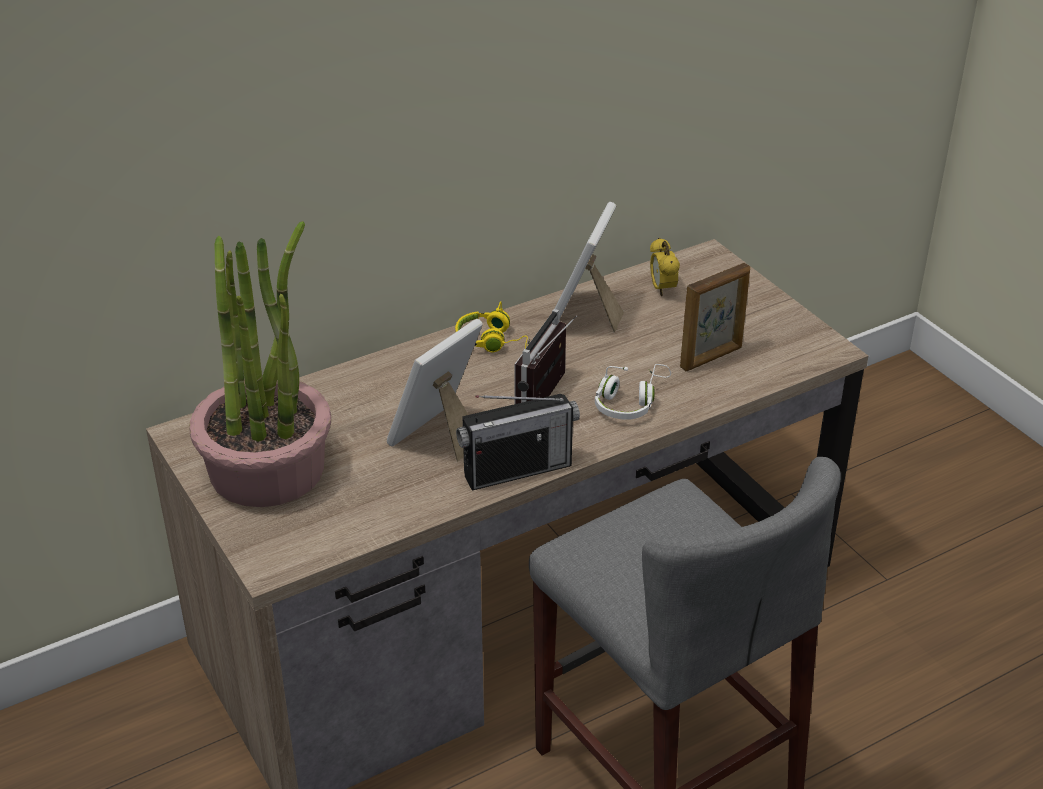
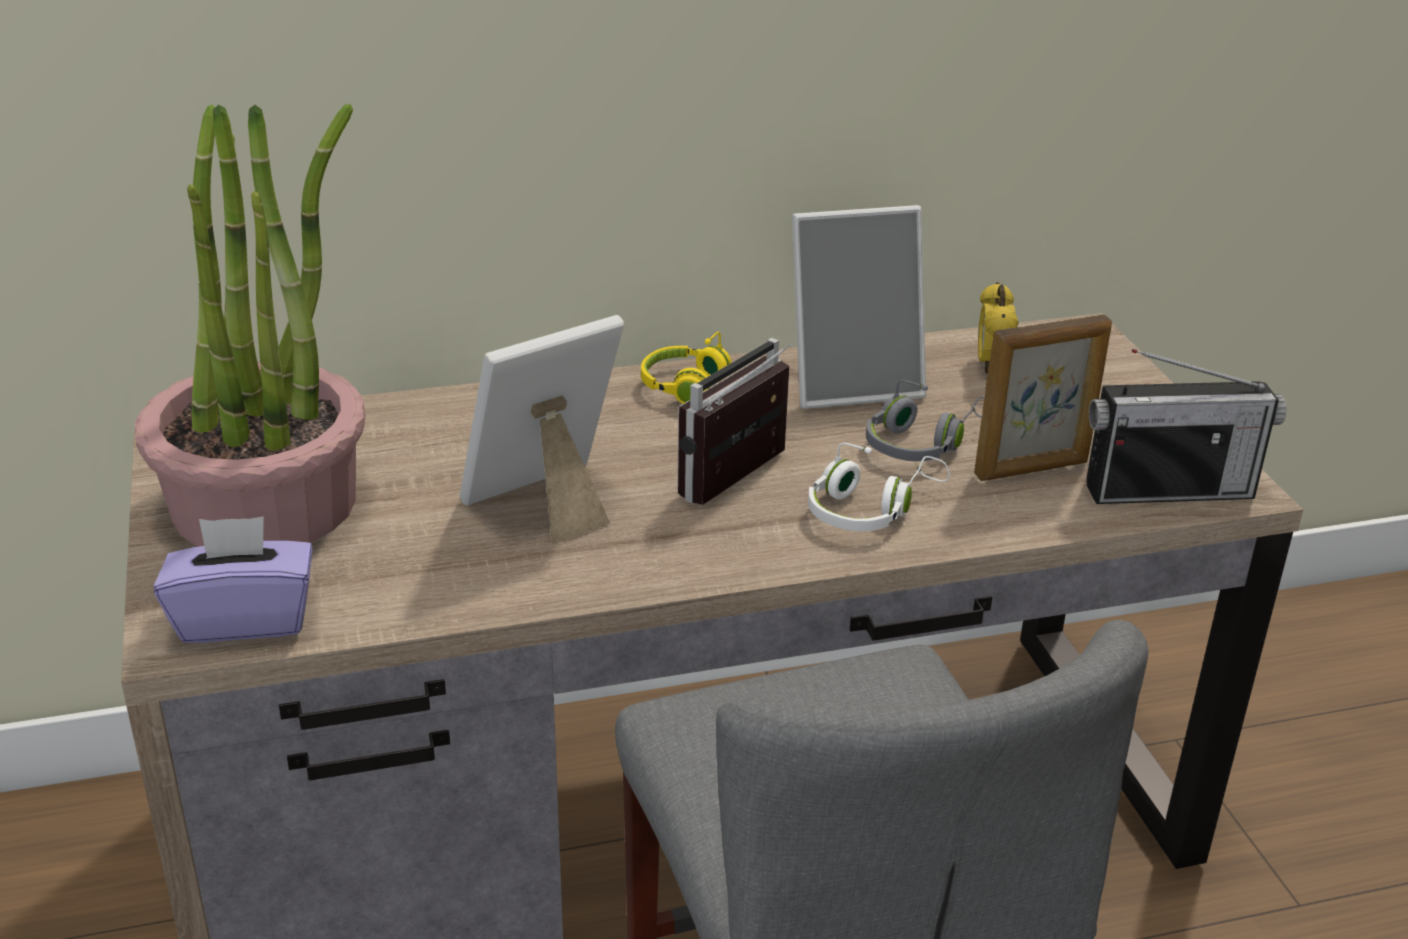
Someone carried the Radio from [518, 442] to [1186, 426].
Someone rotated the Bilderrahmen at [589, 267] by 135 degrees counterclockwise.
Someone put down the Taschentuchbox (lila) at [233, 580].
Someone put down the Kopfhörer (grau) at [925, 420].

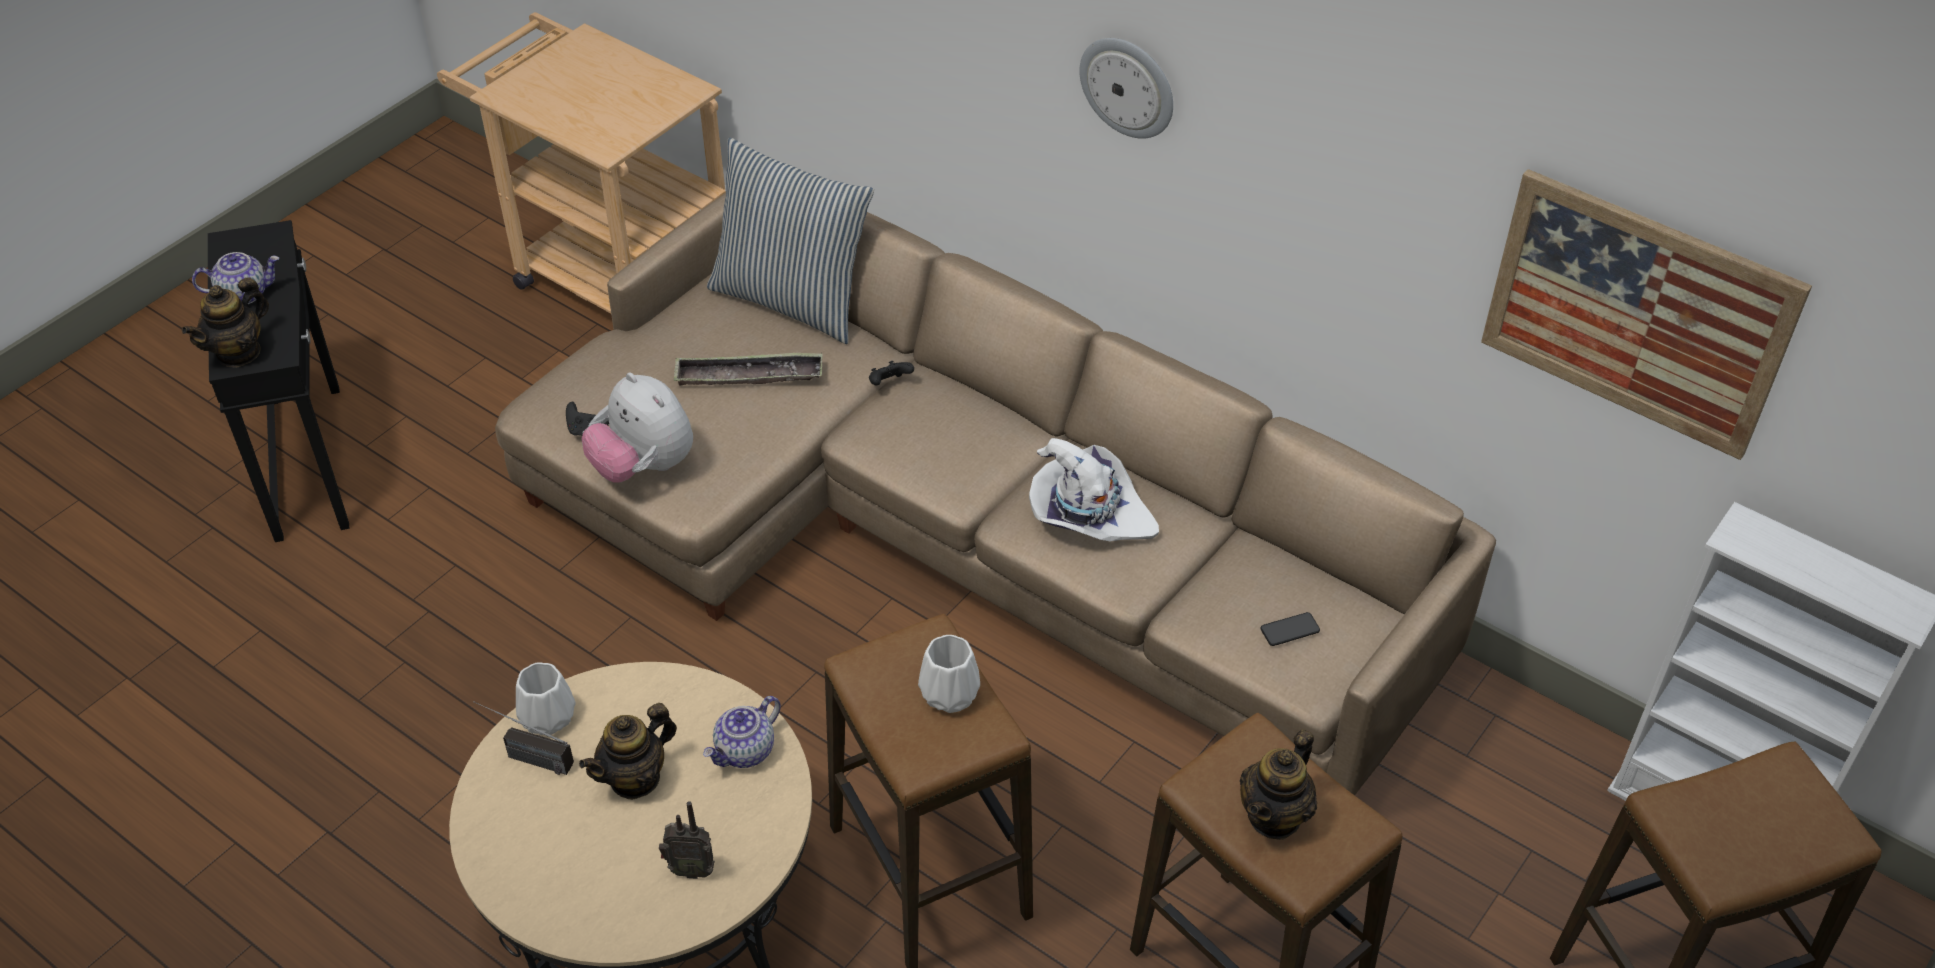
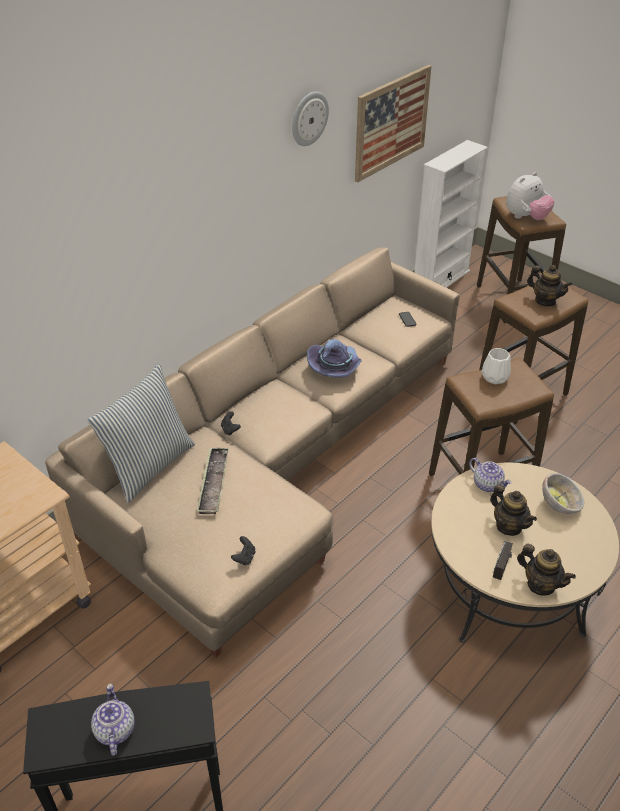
Someone carried the Teekanne from [225, 322] to [546, 570].
Someone took away the Vase (weiß) at [546, 698].
Someone carried the Plüschtier from [637, 428] to [530, 196].
Someone swapped the Radio at [687, 840] for the Schüssel at [563, 493].
Someone repainted the Hut (weiß) at [1094, 490], which became the Hut (lila) at [334, 358].
Someone carried the Wanduhr from [1126, 88] to [310, 119].

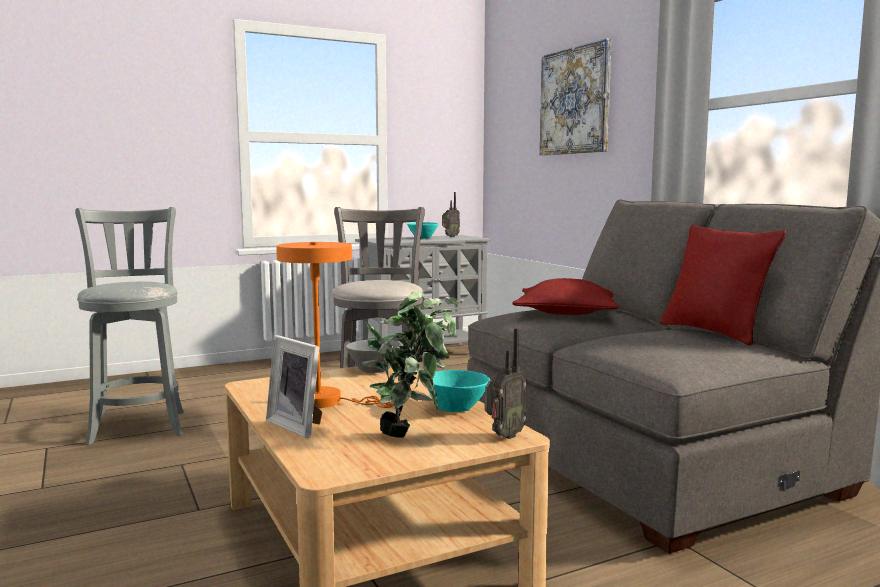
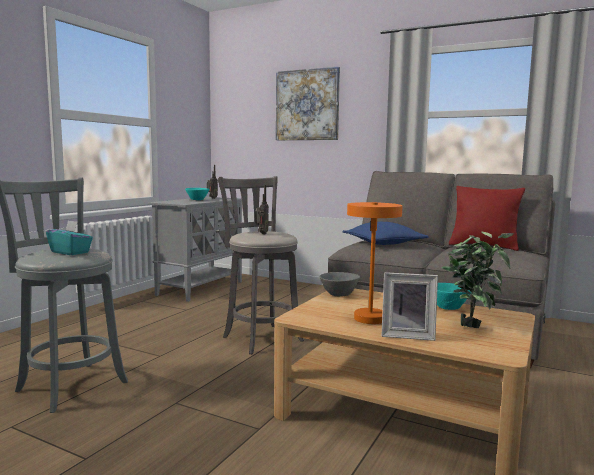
Someone carried the Radio from [506, 383] to [262, 209].
Someone repainted the Kissen (rot) at [565, 296], which became the Kissen (blau) at [385, 233].
Someone put down the Taschentuchbox (türkis) at [69, 237].

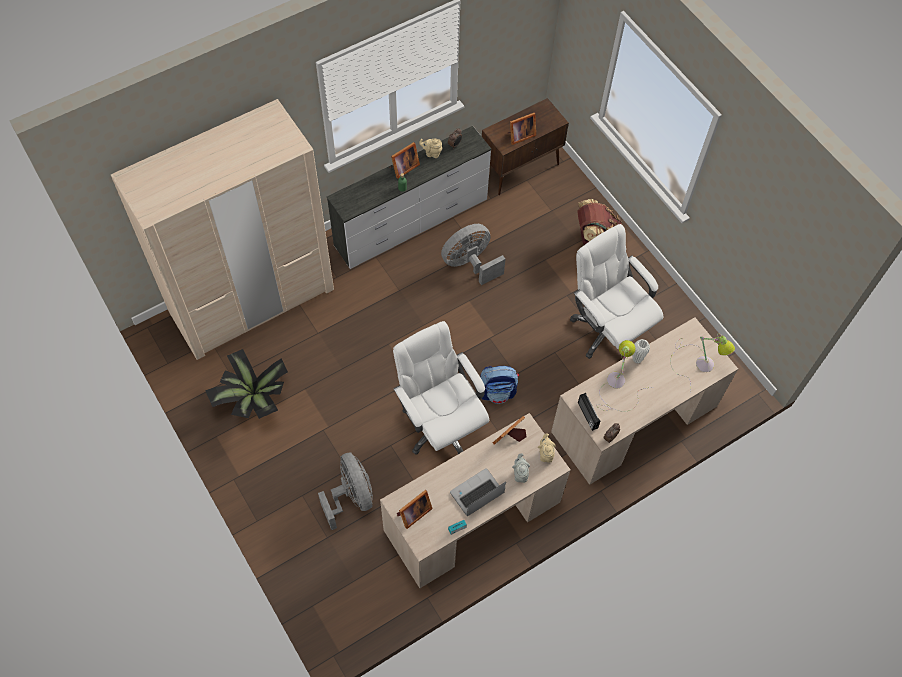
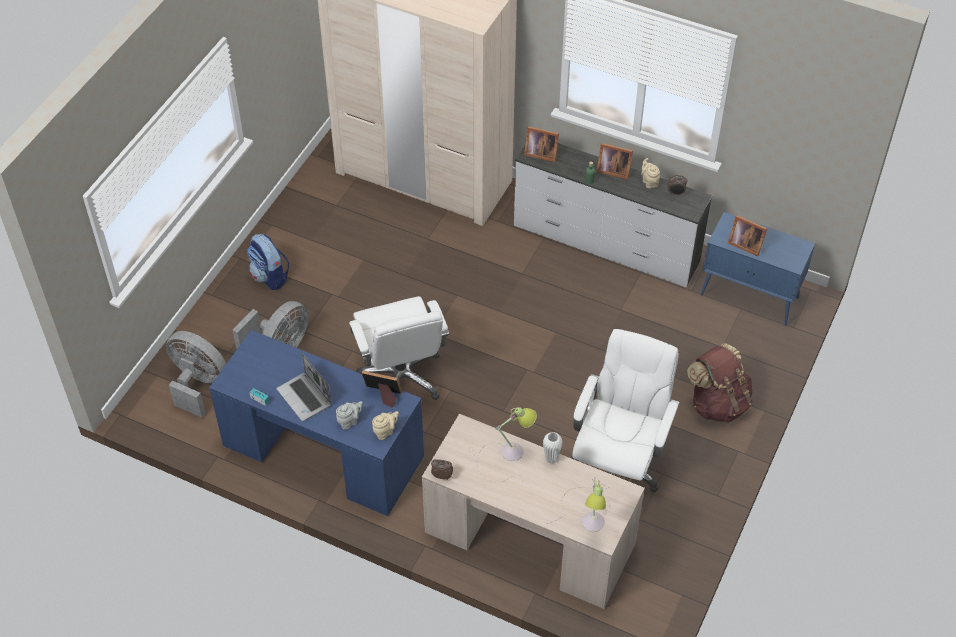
Someone took away the Topfpflanze at [246, 384].
Someone repainted the Schreibtisch (beige) at [475, 500], which became the Schreibtisch (blau) at [316, 423].
Someone rotated the Bürostuhl (weiß) at [441, 388] by 135 degrees clockwise.
Someone carried the Bilderrahmen from [415, 509] to [541, 144].
Someone carried the Ventilator (grau) from [473, 254] to [196, 374].
Someone rotated the Laptop at [478, 492] by 150 degrees counterclockwise.
Someone carried the Rucksack from [499, 385] to [268, 262].
Someone repainted the Schrank (braun) at [525, 146], which became the Schrank (blau) at [758, 269].
Someone took away the Radio at [589, 412].

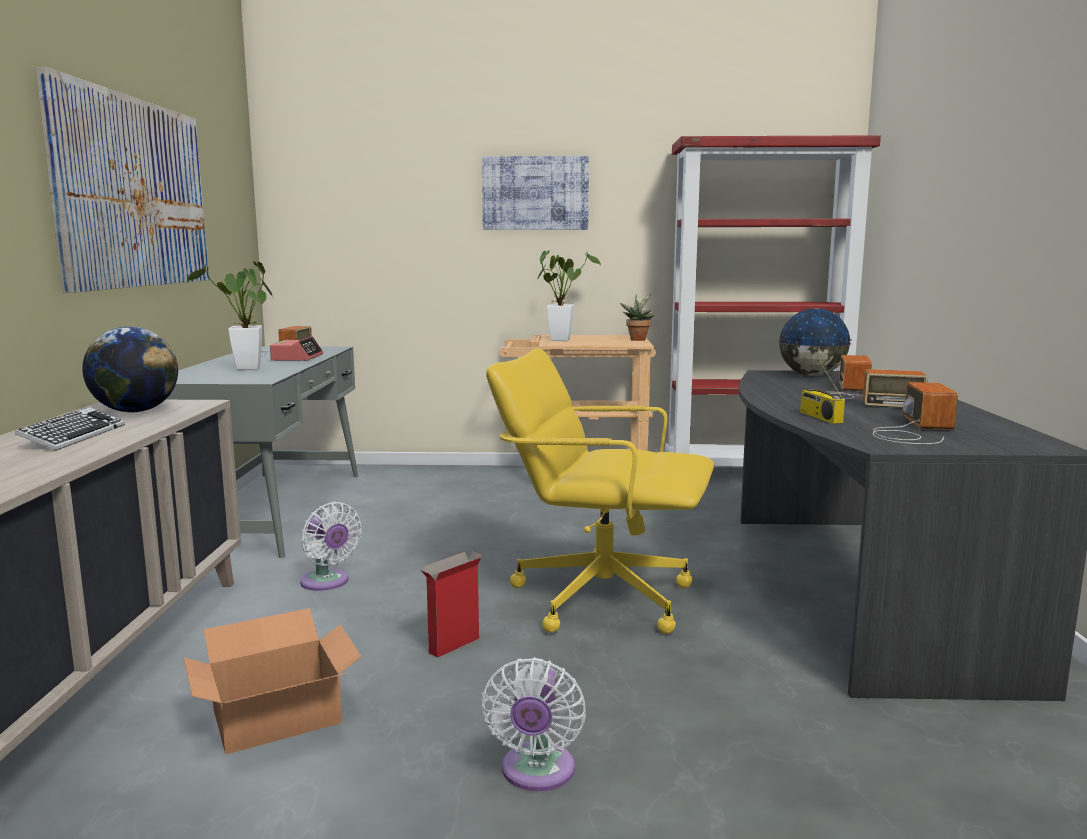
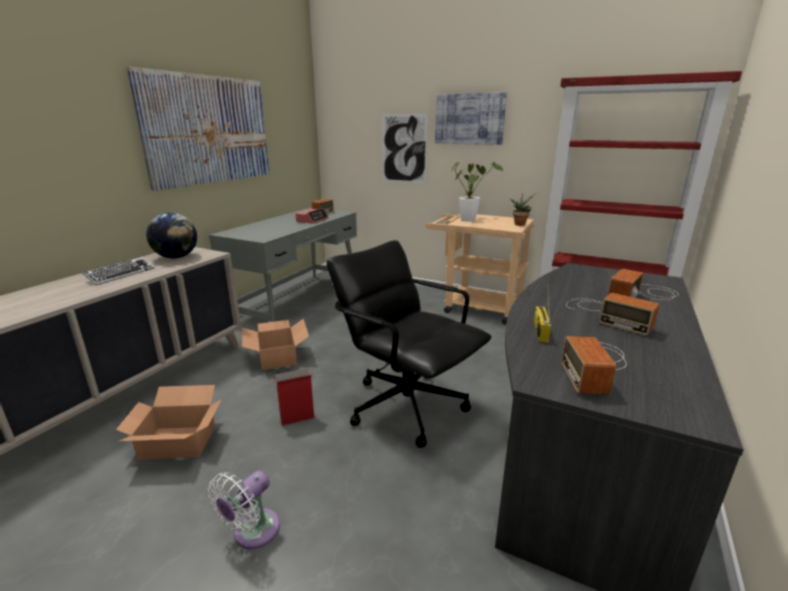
Someone took away the Topfpflanze at [229, 315].
Someone swapped the Ventilator (weiß) at [331, 546] for the Karton at [275, 344].
Someone repainted the Bürostuhl (gelb) at [600, 491], which became the Bürostuhl (schwarz) at [409, 344].
Someone took away the Globus at [814, 342].
Someone rotated the Radio at [915, 413] by 150 degrees clockwise.
Someone put up the Bild at [405, 148].

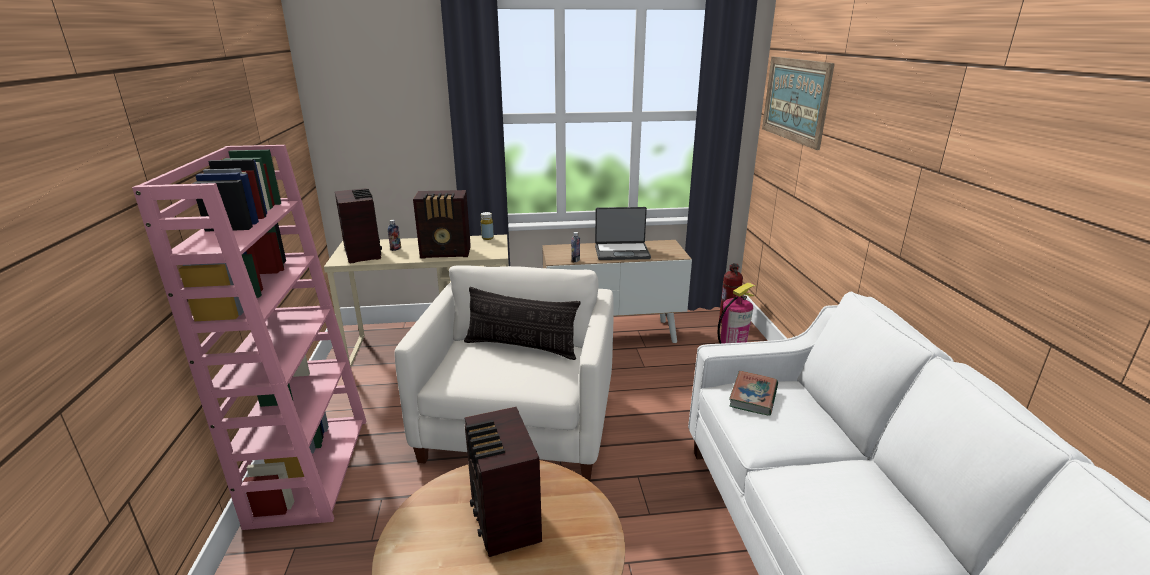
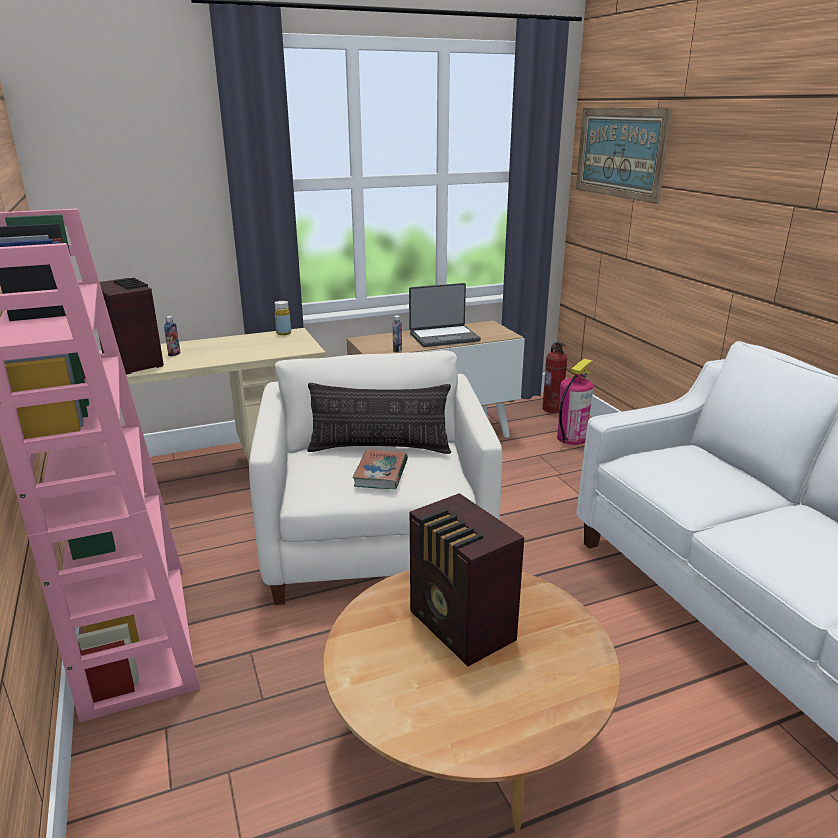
Someone took away the Radio at [442, 224].
Someone carried the Buch from [753, 393] to [380, 469].

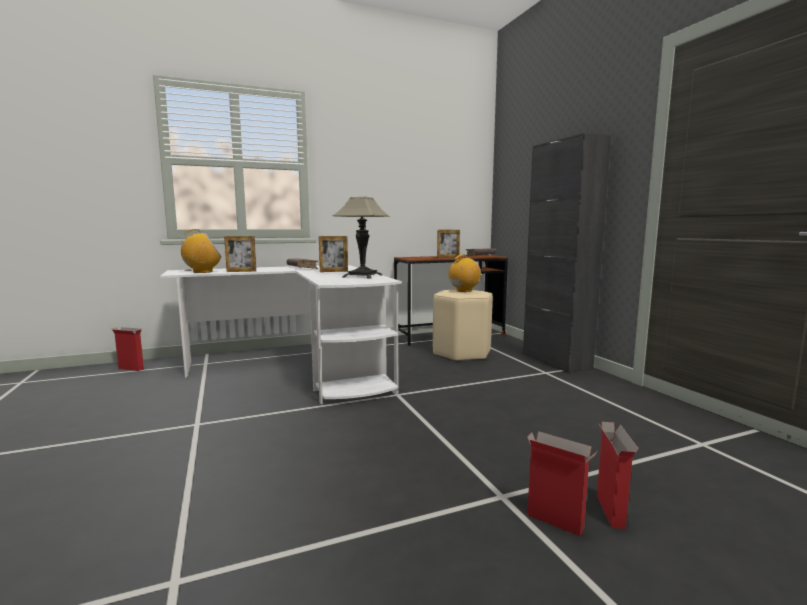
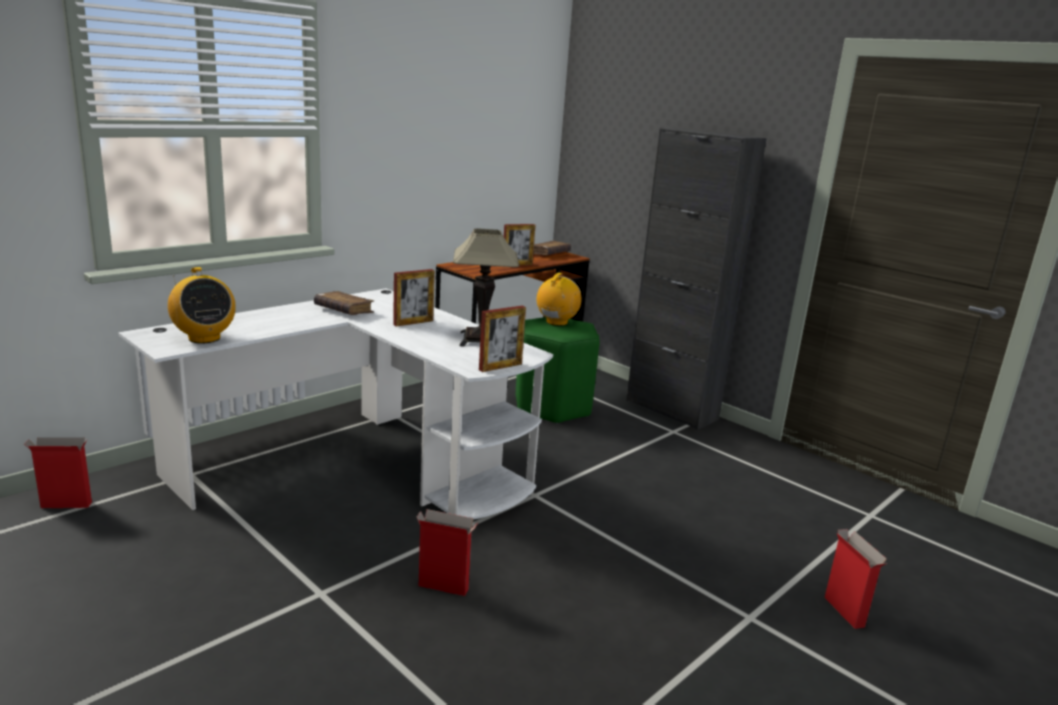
Someone rotated the Radio at [199, 251] by 105 degrees clockwise.
Someone carried the Bilderrahmen from [240, 254] to [502, 339].
Someone repainted the Hocker (beige) at [463, 325], which became the Hocker (grün) at [558, 370].
Someone carried the Karton from [562, 483] to [447, 552].

